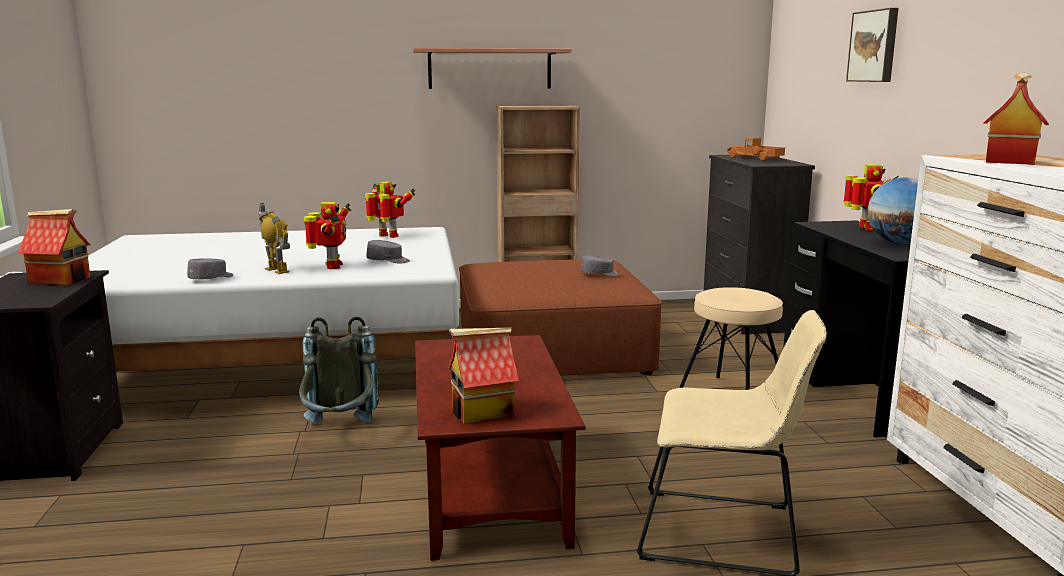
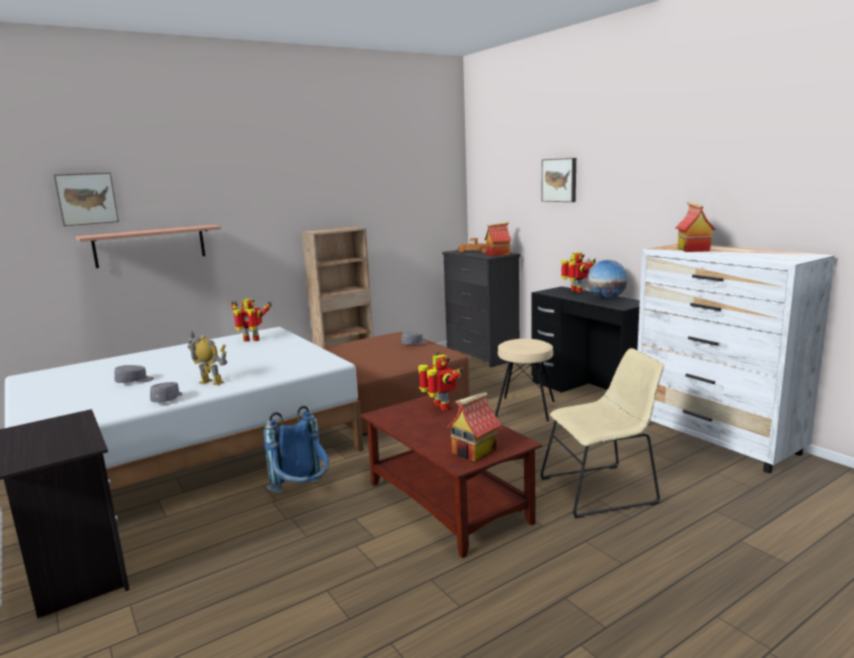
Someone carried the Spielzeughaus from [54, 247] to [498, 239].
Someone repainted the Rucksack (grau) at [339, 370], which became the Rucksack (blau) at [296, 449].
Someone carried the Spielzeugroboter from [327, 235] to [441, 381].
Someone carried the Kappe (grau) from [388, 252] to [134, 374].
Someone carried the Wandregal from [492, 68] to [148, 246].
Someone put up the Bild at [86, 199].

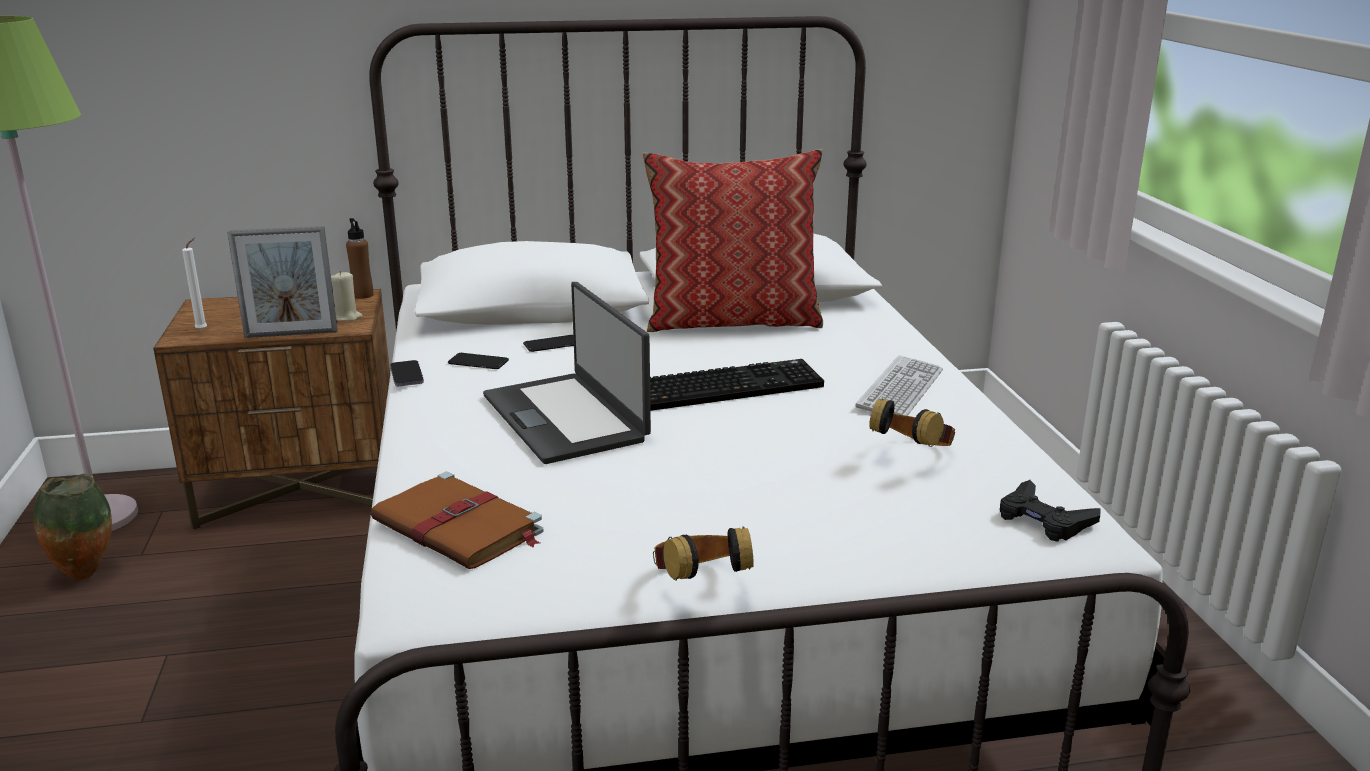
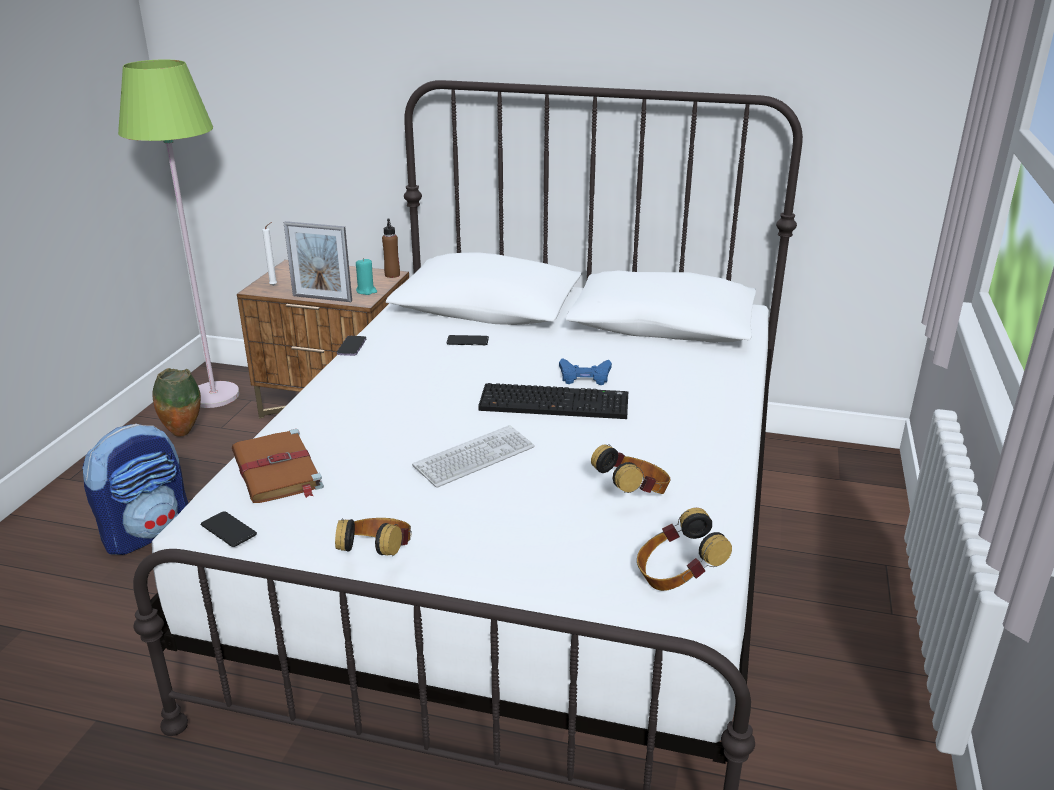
Someone repainted the Kerze (beige) at [347, 296], which became the Kerze (türkis) at [366, 276].
Someone carried the Handy from [478, 361] to [229, 529].
Someone took away the Laptop at [567, 373].
Someone took away the Kissen at [733, 240].
Someone carried the Tastatur from [899, 385] to [473, 456].
Someone swapped the Gamepad (schwarz) at [1050, 511] for the Kopfhörer at [684, 549].
Someone put down the Rucksack at [135, 489].
Someone put down the Gamepad (blau) at [585, 371].

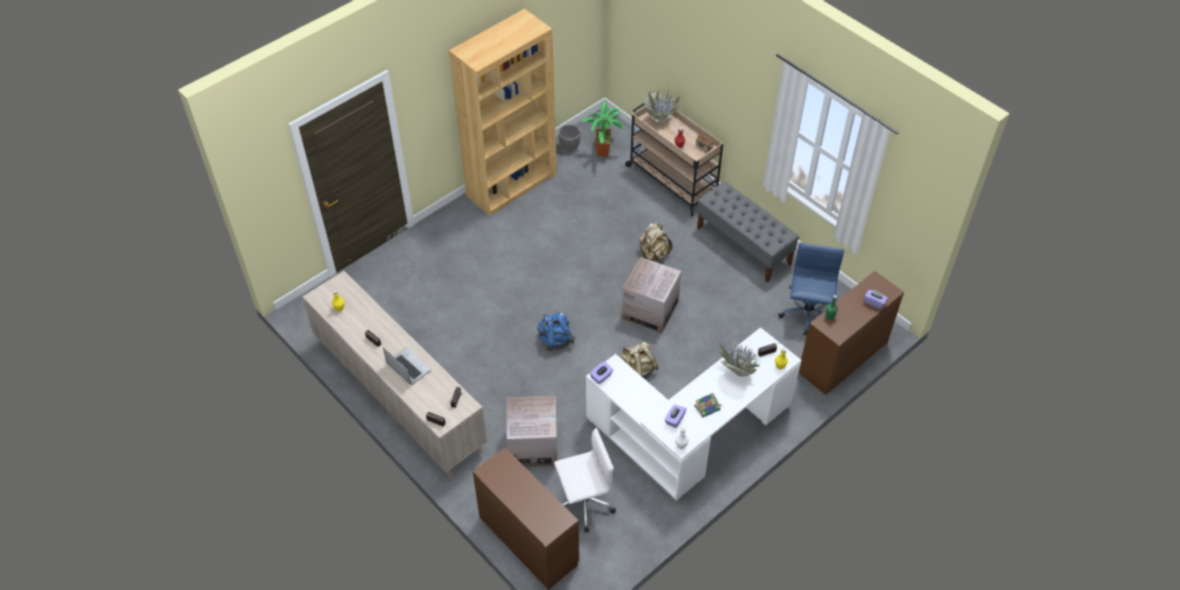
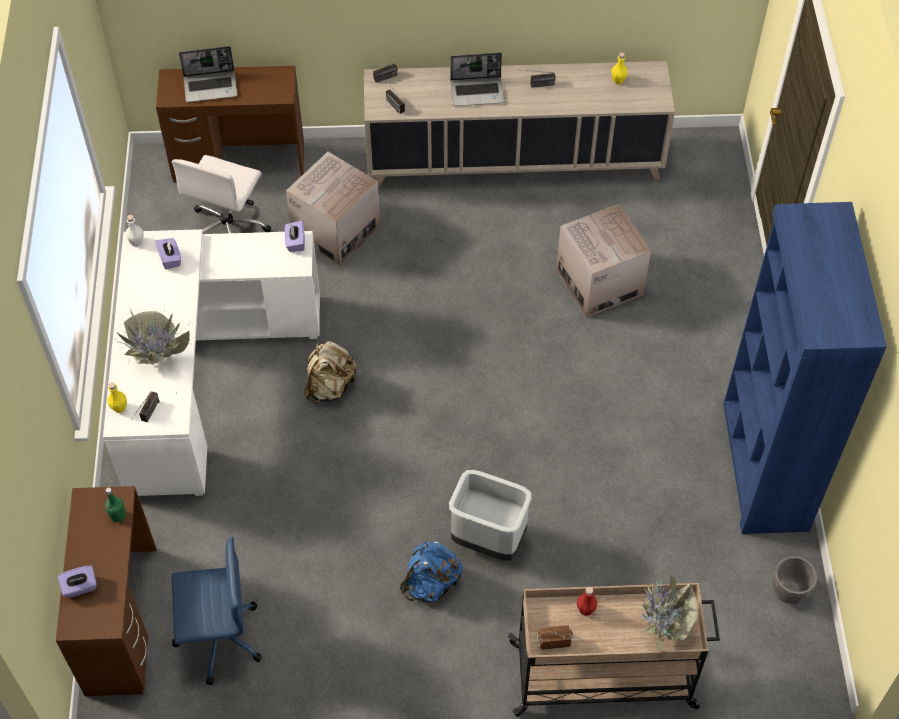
Someone repainted the Bücherregal (braun) at [503, 112], which became the Bücherregal (blau) at [805, 368].
Someone carried the Rucksack (blau) from [556, 332] to [431, 571].
Someone took away the Topfpflanze at [602, 129].
Someone carried the Karton from [651, 295] to [603, 261].
Someone swapped the Rucksack (beige) at [656, 242] for the Mülleimer (grau) at [490, 515].
Someone took away the Buch at [708, 405].
Someone took away the Bank (grau) at [748, 232].
Someone rotated the Bürostuhl (blau) at [811, 289] by 60 degrees counterclockwise.
Someone put down the Laptop at [208, 74].

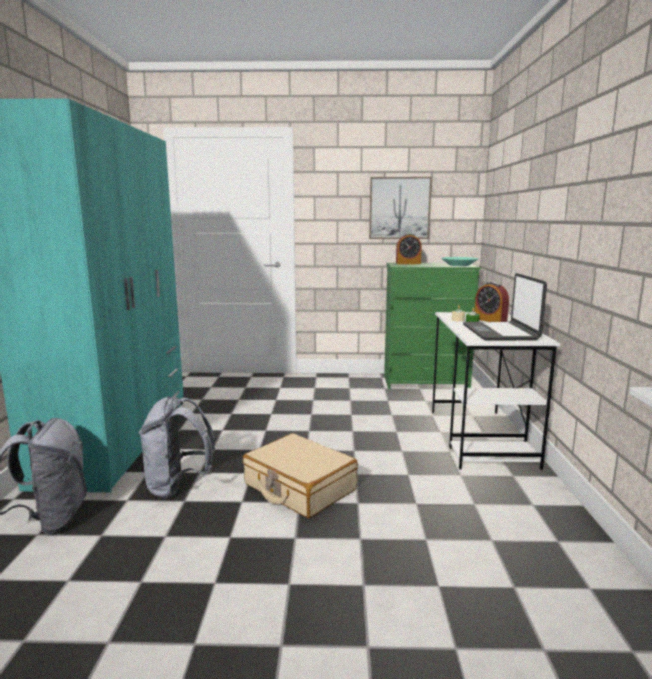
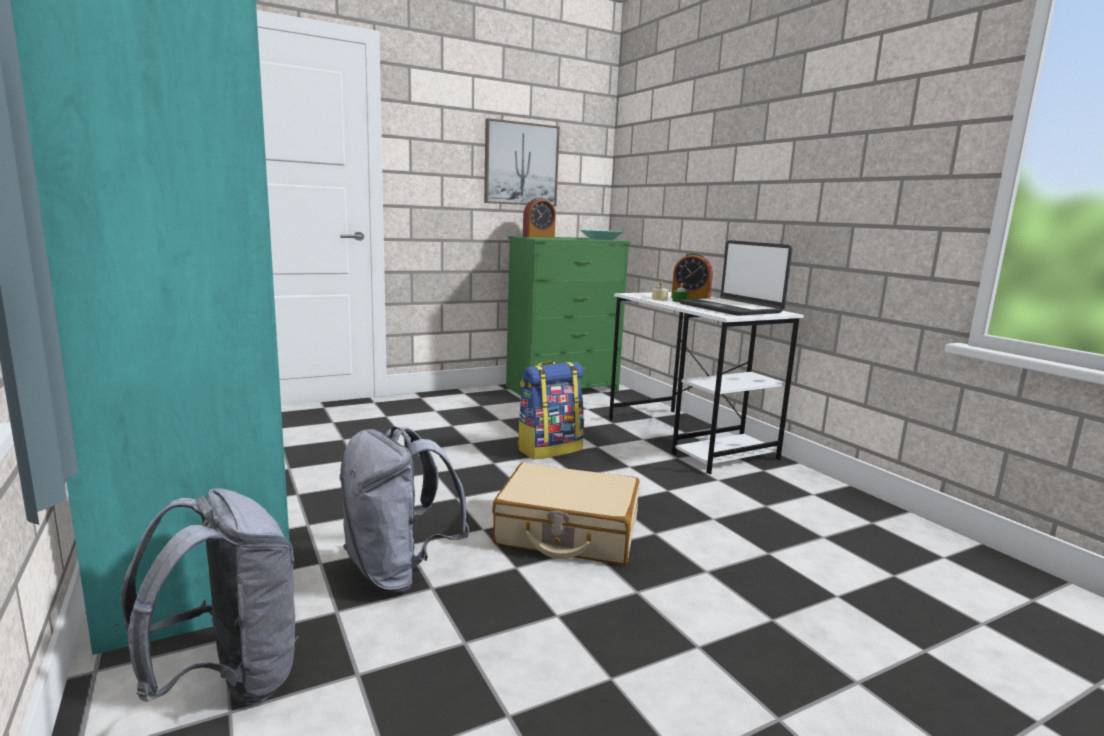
Someone put down the Rucksack at [550, 410].

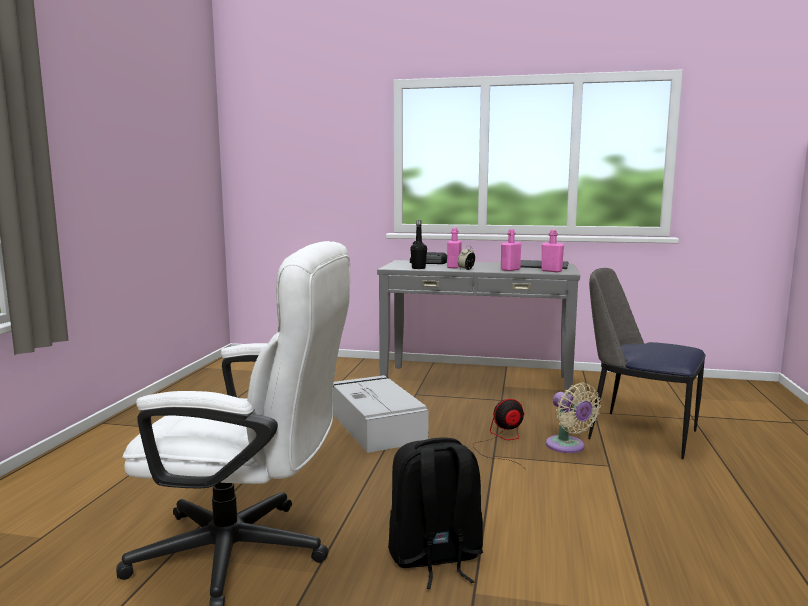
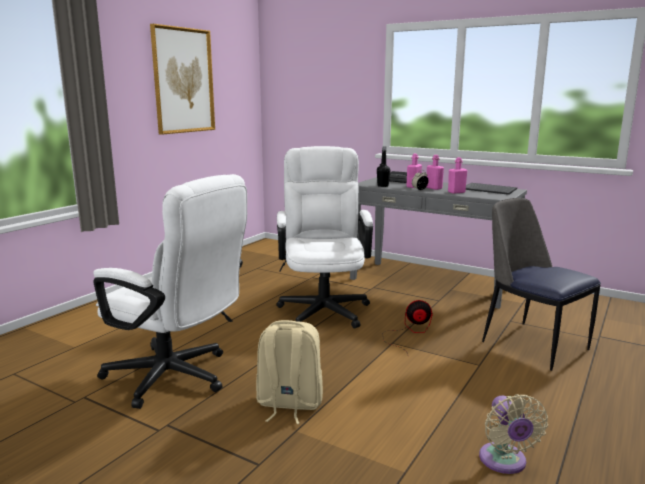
Someone swapped the Aufbewahrungsbox (grau) at [381, 414] for the Bürostuhl (weiß) at [324, 237].
Someone repainted the Rucksack (schwarz) at [435, 513], which became the Rucksack (beige) at [289, 372].
Someone carried the Flasche (rosa) from [552, 251] to [435, 172].
Someone carried the Ventilator (beige) from [573, 418] to [513, 434].
Someone put up the Bild at [182, 79].

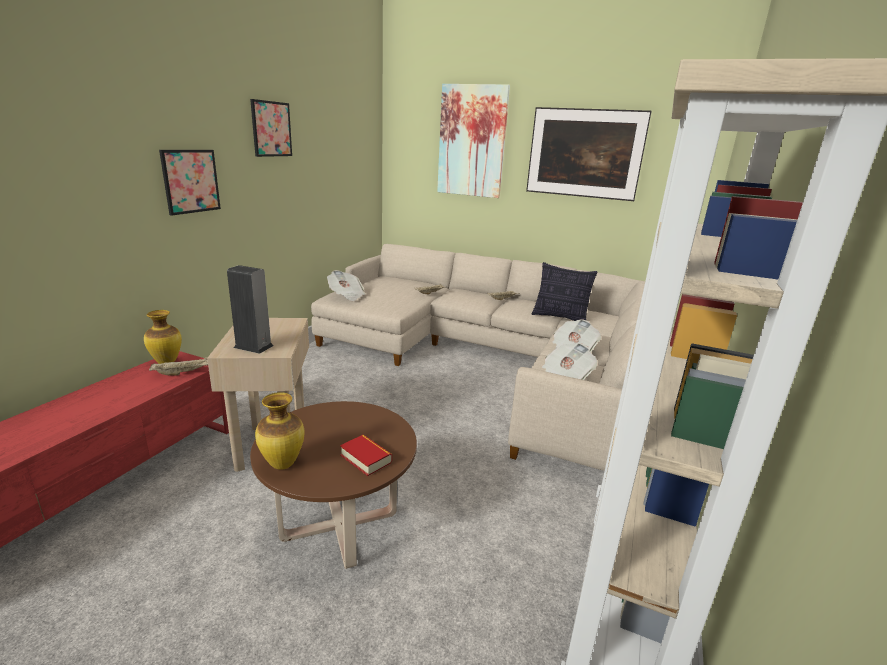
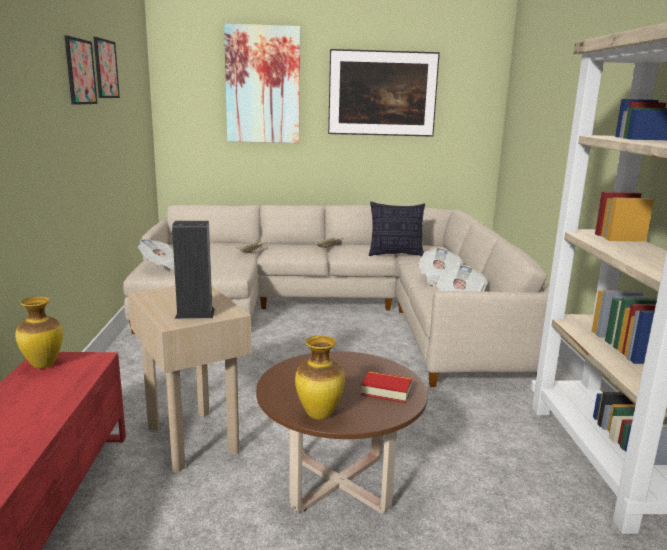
Someone took away the Tablett (beige) at [178, 366].
Someone carried the Bild from [190, 183] to [106, 67].

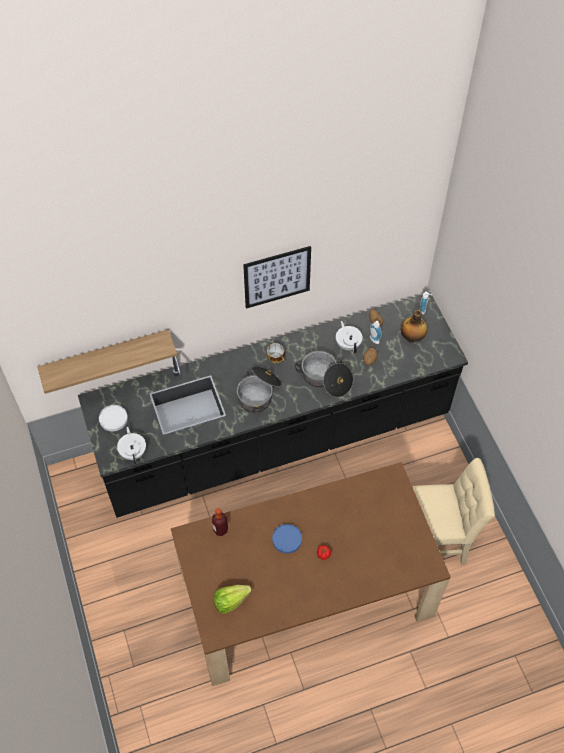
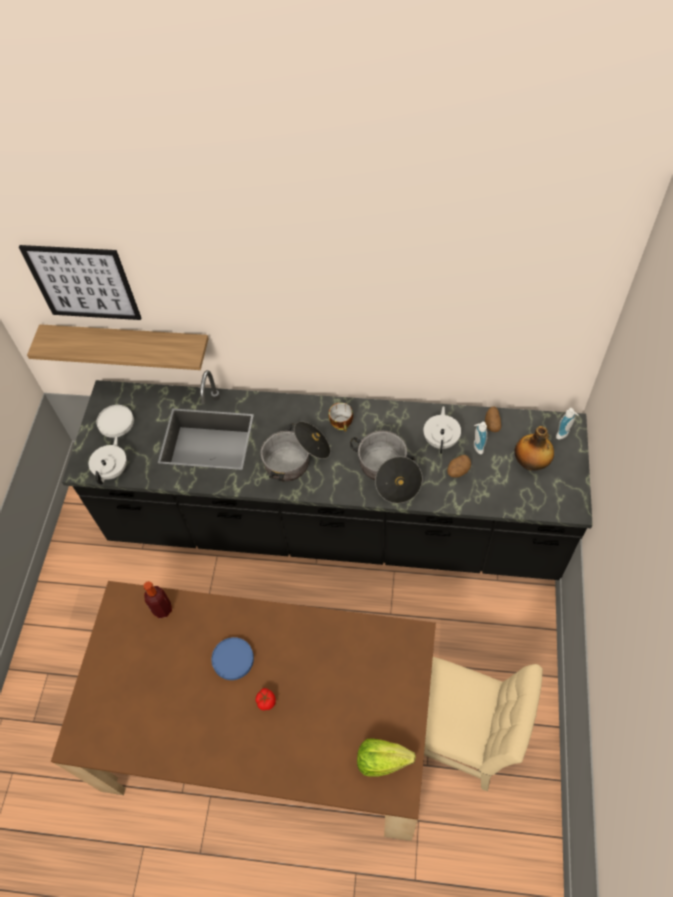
Someone carried the Salatkopf from [233, 599] to [386, 758].
Someone carried the Bild from [277, 277] to [80, 282].

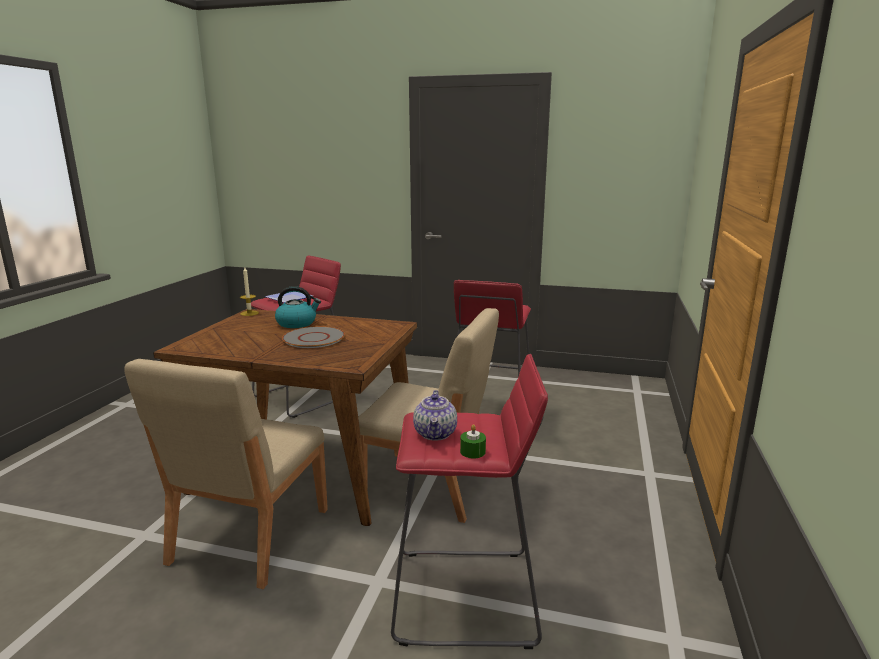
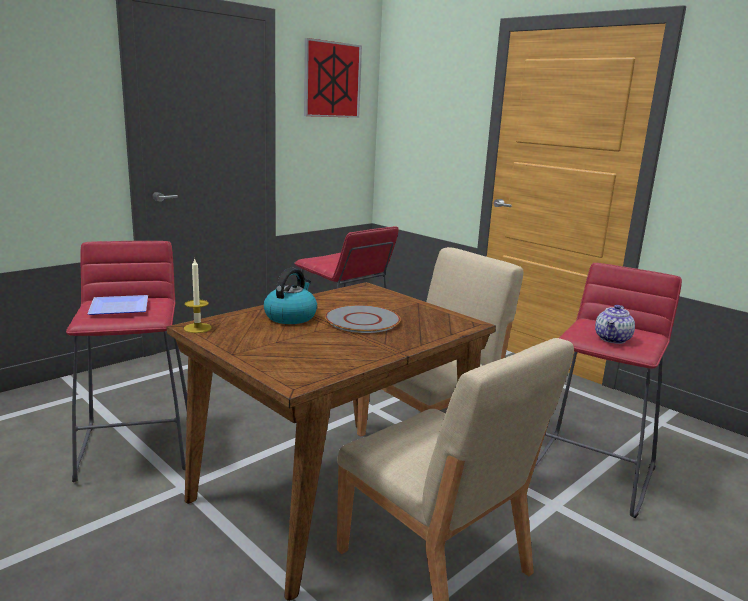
Someone rotated the Teekanne at [435, 415] by 90 degrees clockwise.
Someone took away the Kerze (grün) at [473, 441].
Someone put up the Bild at [333, 78].

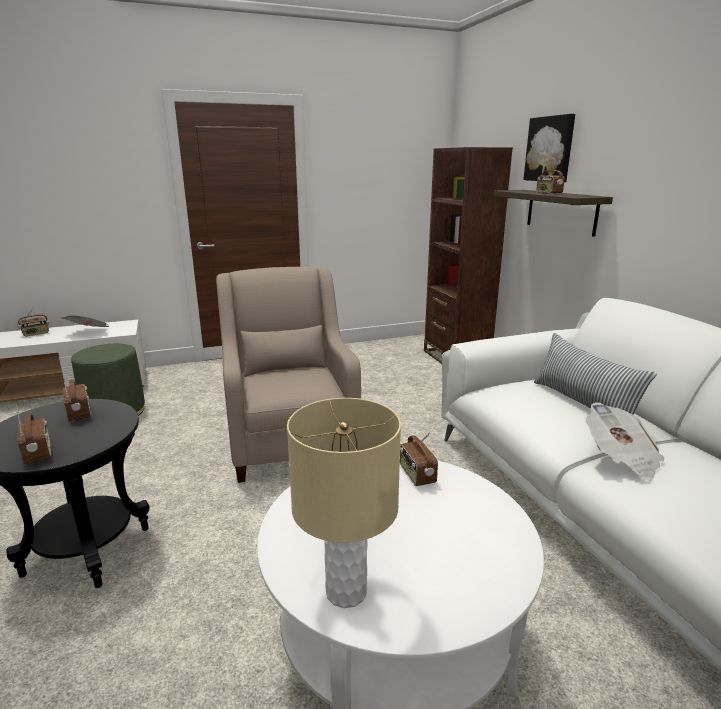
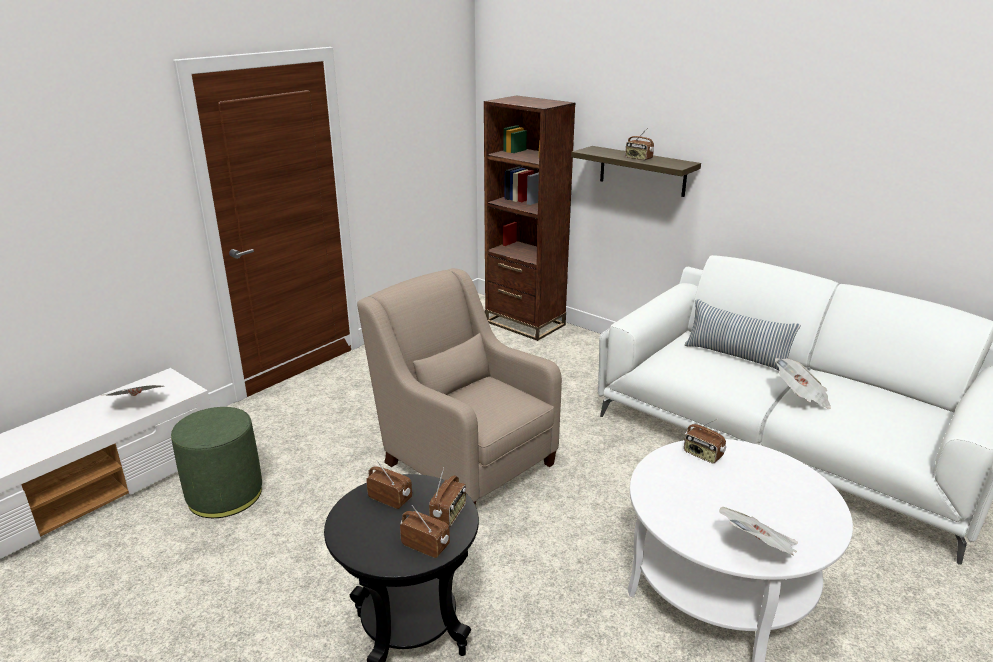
Someone carried the Radio from [33, 322] to [447, 497].
Someone swapped the Tischlampe (beige) at [344, 503] for the Zeitung at [758, 531].
Someone took away the Bild at [549, 148].

